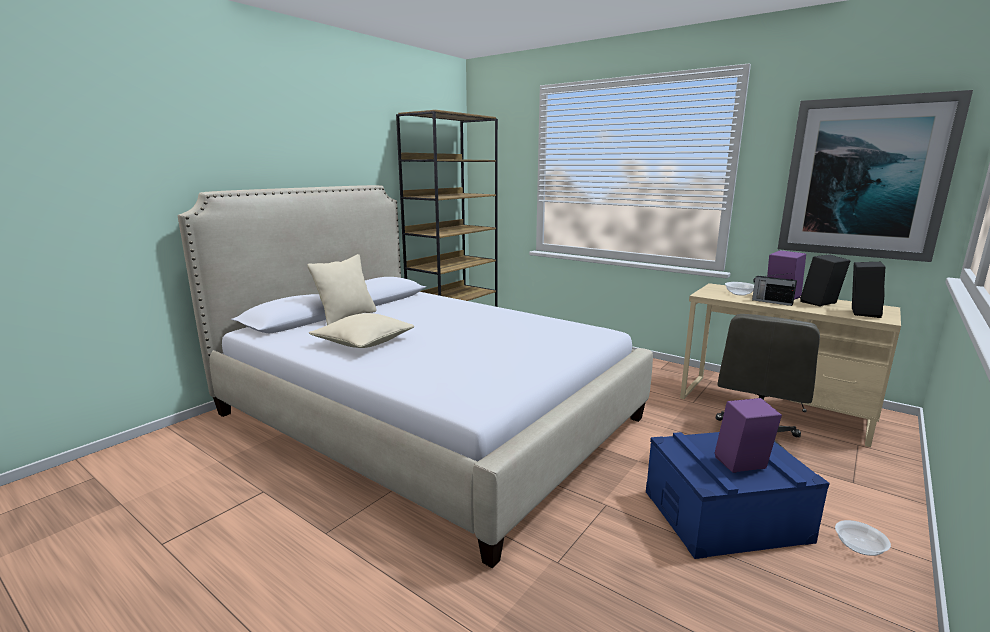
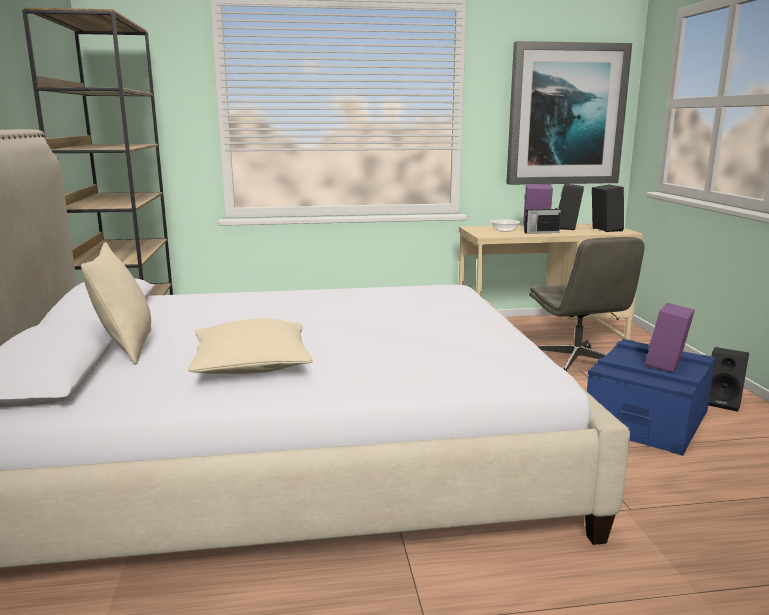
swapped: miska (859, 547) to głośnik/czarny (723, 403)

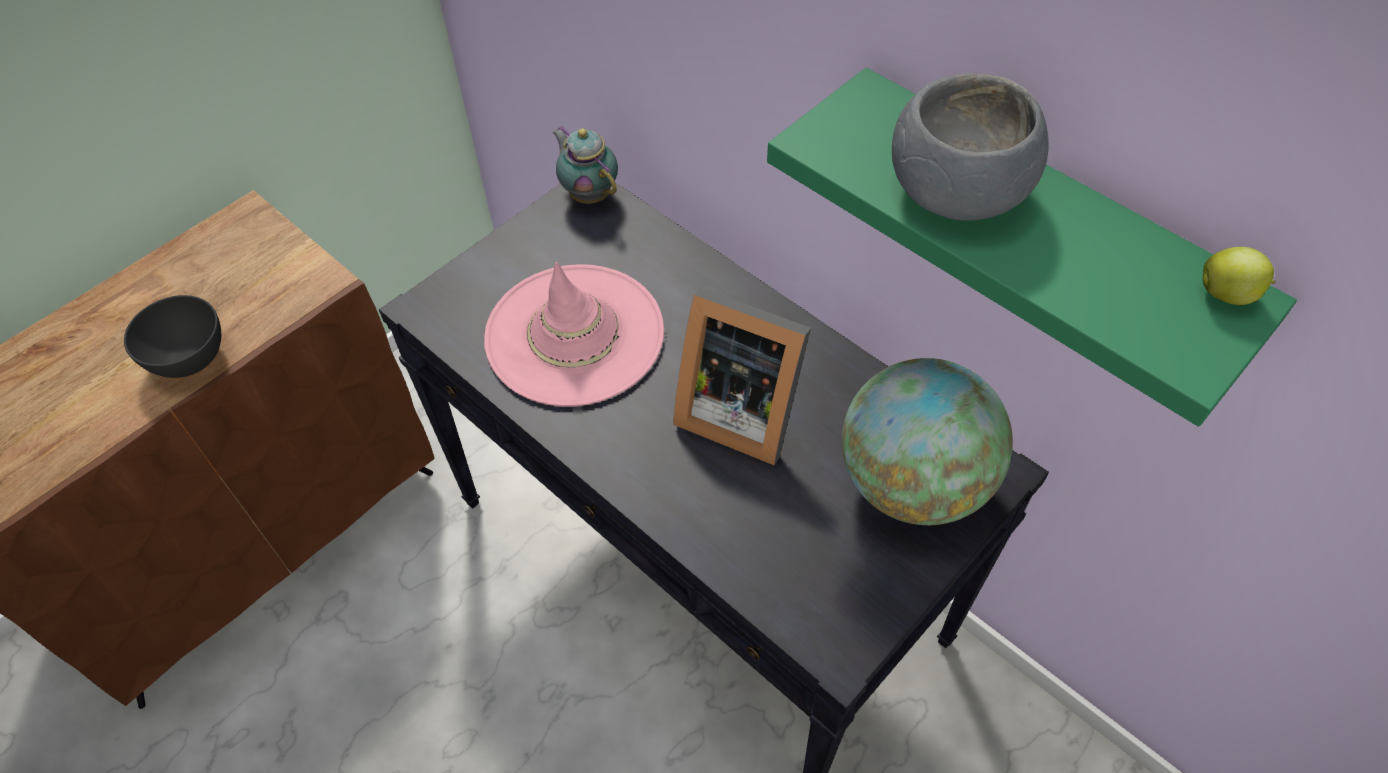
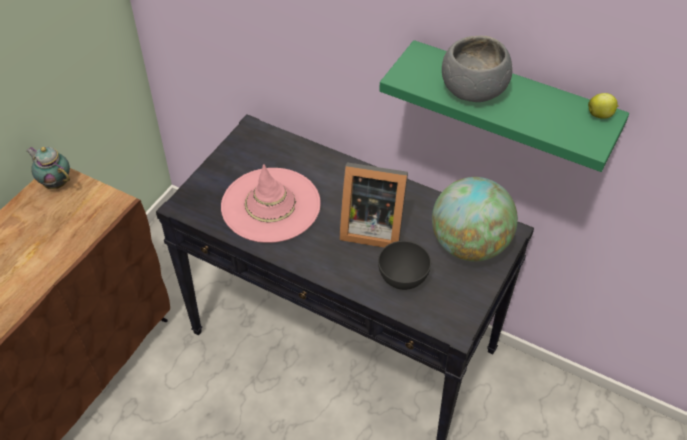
shifted: imbryk (589, 194) to (55, 183); miska/szary (190, 359) to (403, 278)

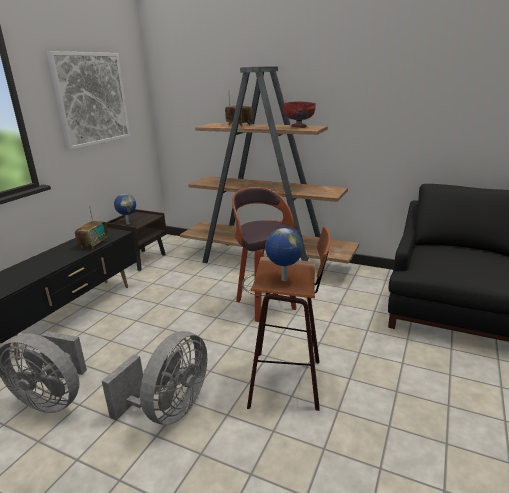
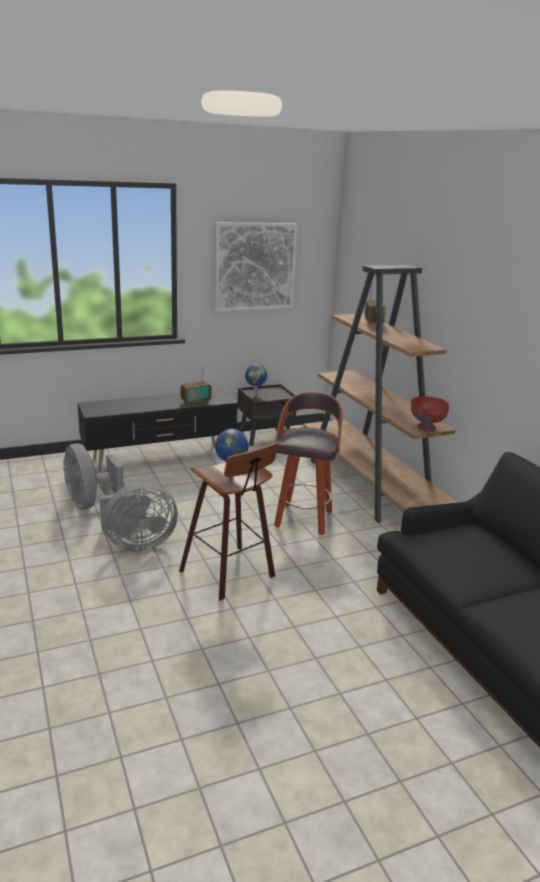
shifted: miska/czerwony (299, 127) to (426, 428)

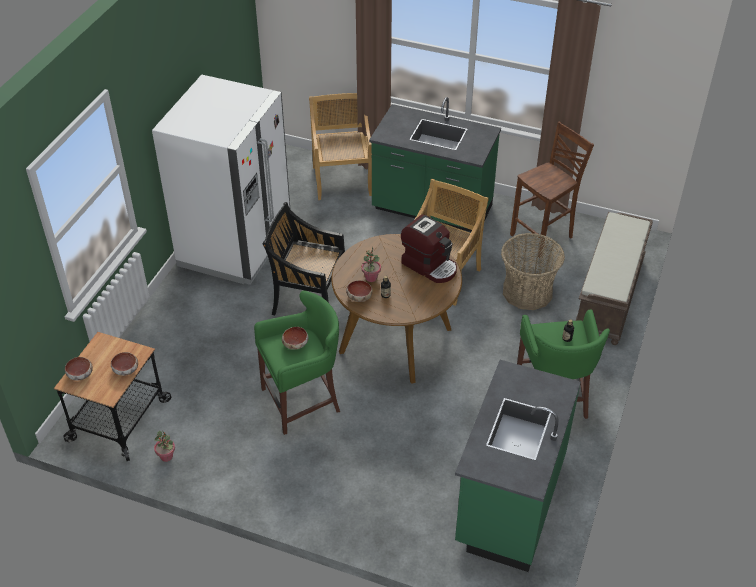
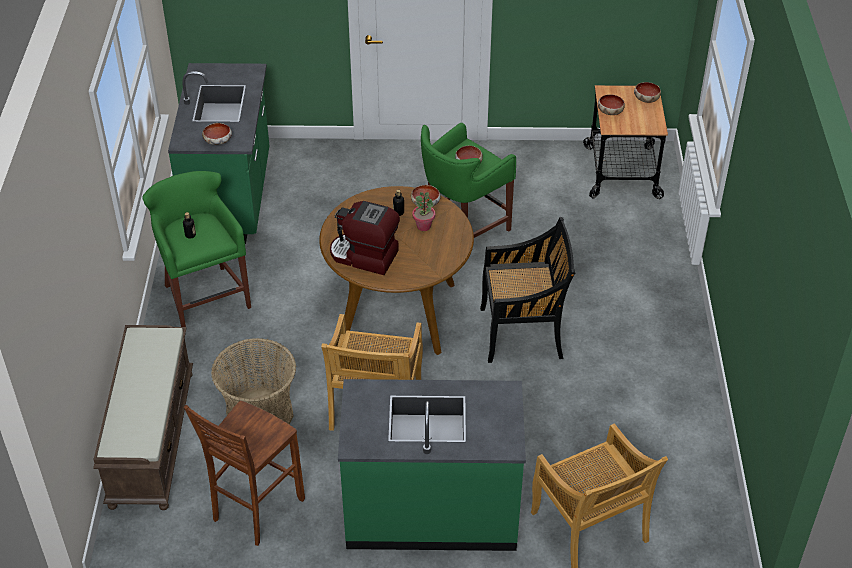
gone: lodówka/biały (235, 246); roślina doniczkowa (166, 456)
new: miska (218, 141)

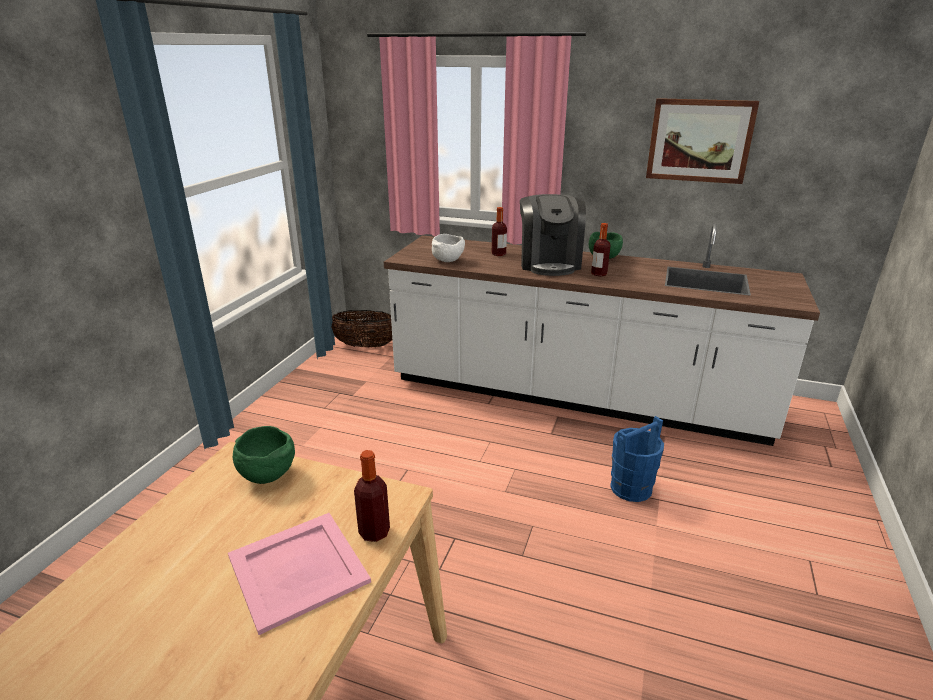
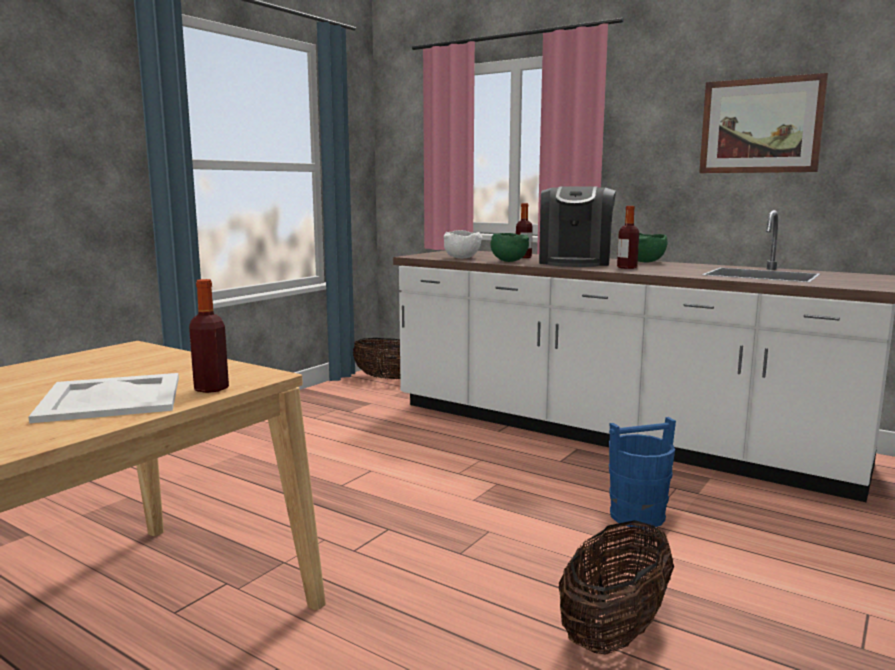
new: koszyk (614, 631)
shifted: miska/zielony (266, 474) to (508, 261)
repainted: taca/różowy (299, 569) to taca/biały (113, 398)

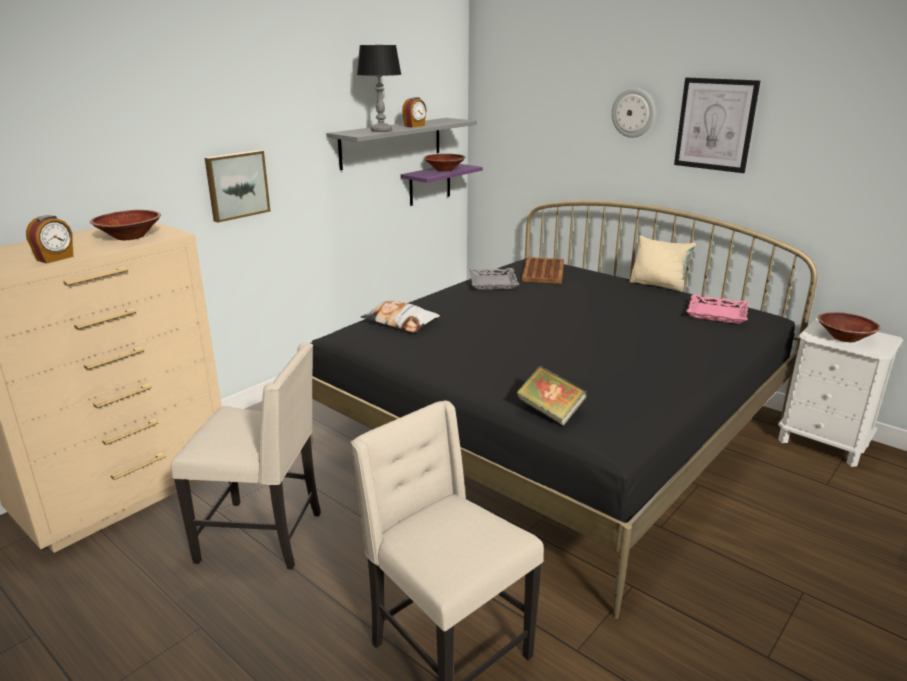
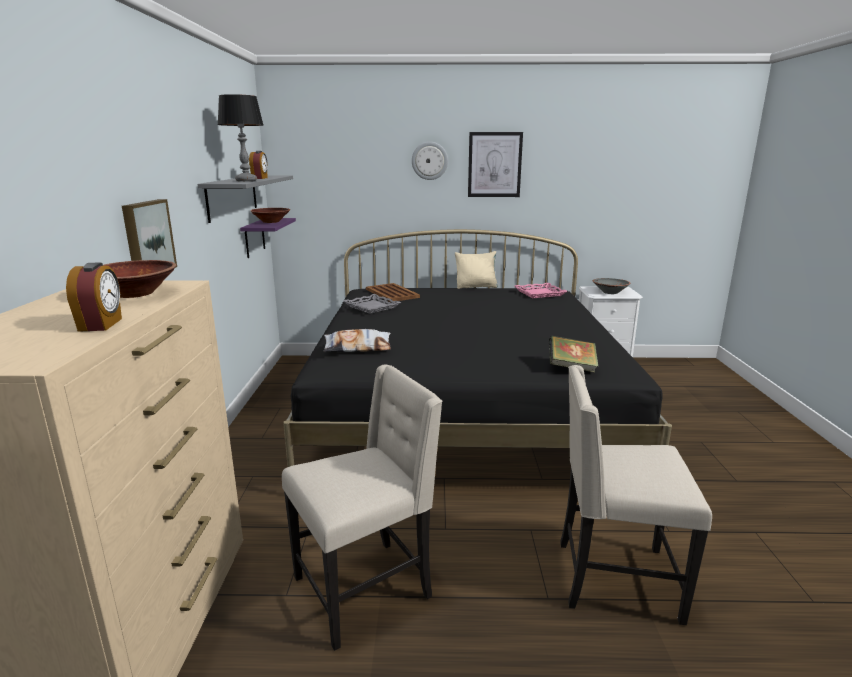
repainted: miska/brązowy (844, 338) to miska/szary (610, 292)

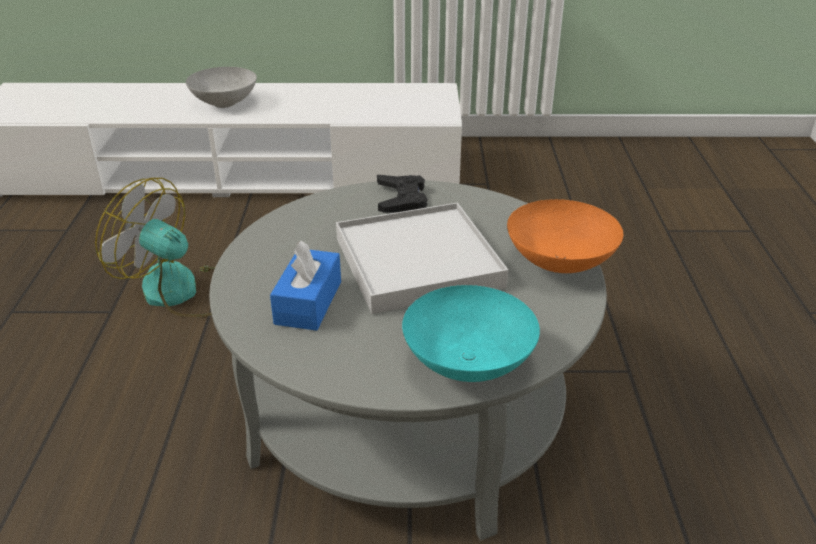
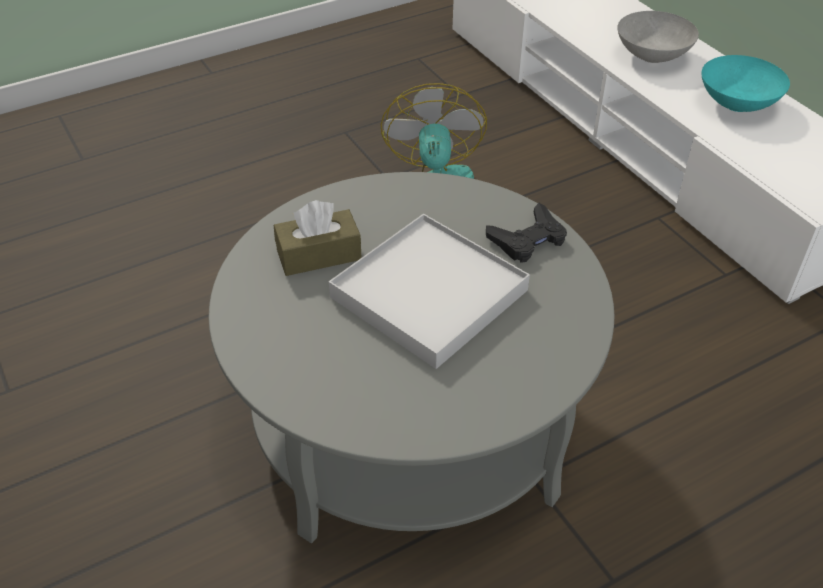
gone: miska/pomarańczowy (561, 264)
shifted: miska/turkusowy (468, 365) to (736, 105)
repainted: pudełko chusteczek/niebieski (308, 302) to pudełko chusteczek/brązowy (319, 255)

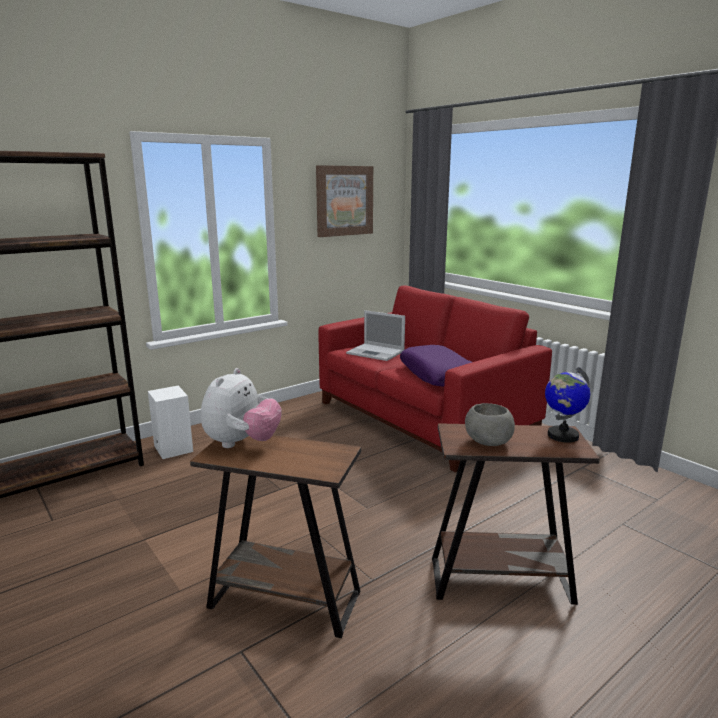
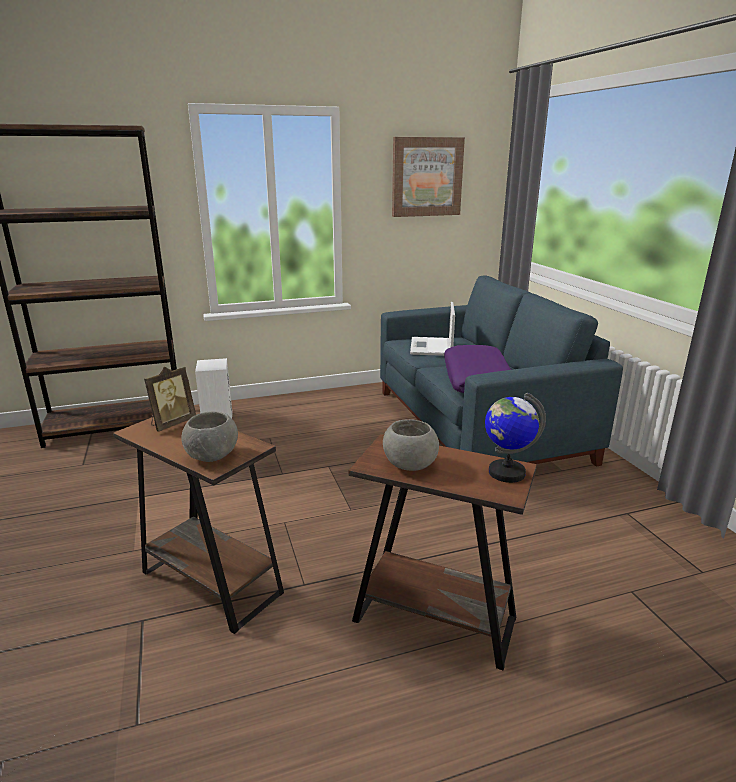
new: miska/szary (213, 456)
swapped: pluszak (242, 443) to ramka na zdjęcie (172, 423)
repainted: kanapa/czerwony (423, 418) to kanapa/niebieski (476, 425)
rotated: laptop (376, 352) = (431, 347) 45 degrees clockwise

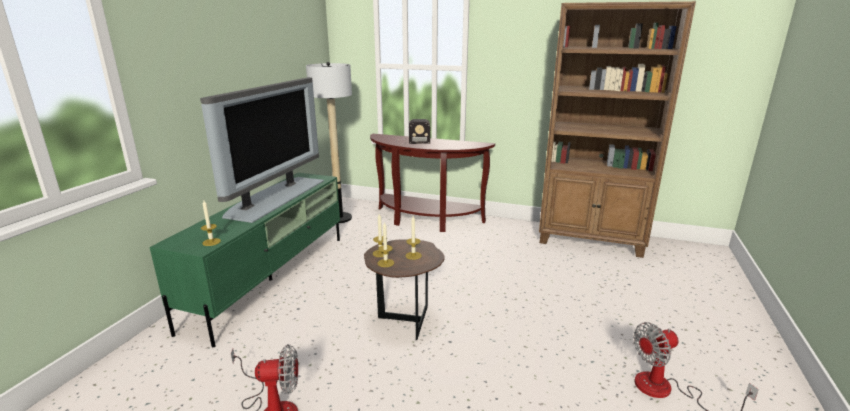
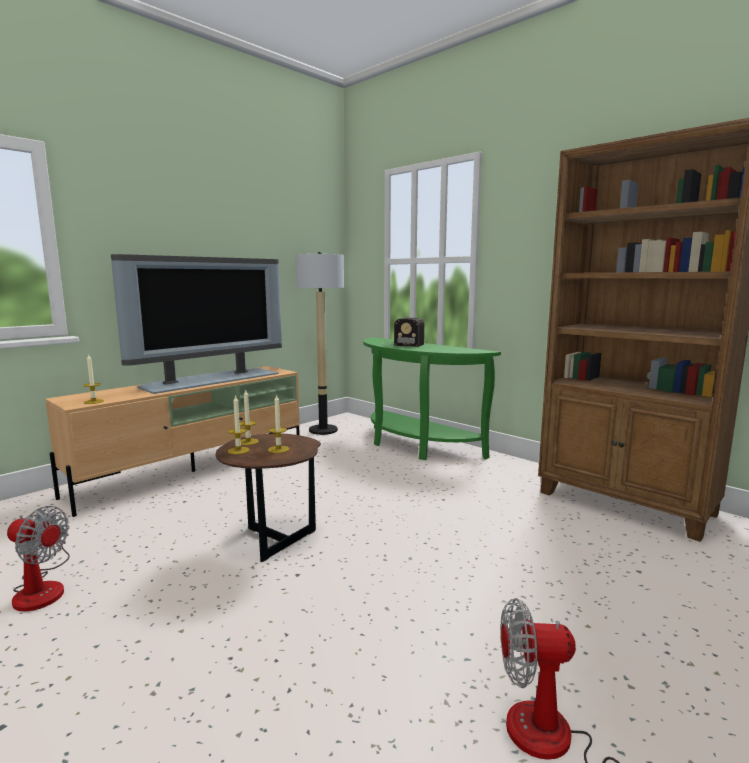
repainted: stolik konsolowy/brązowy (425, 220) to stolik konsolowy/zielony (414, 445); szafka pod telewizor/zielony (272, 279) to szafka pod telewizor/beżowy (195, 470)

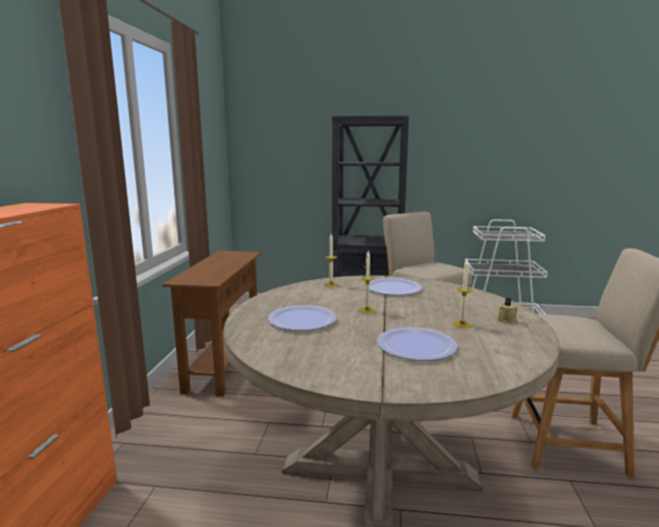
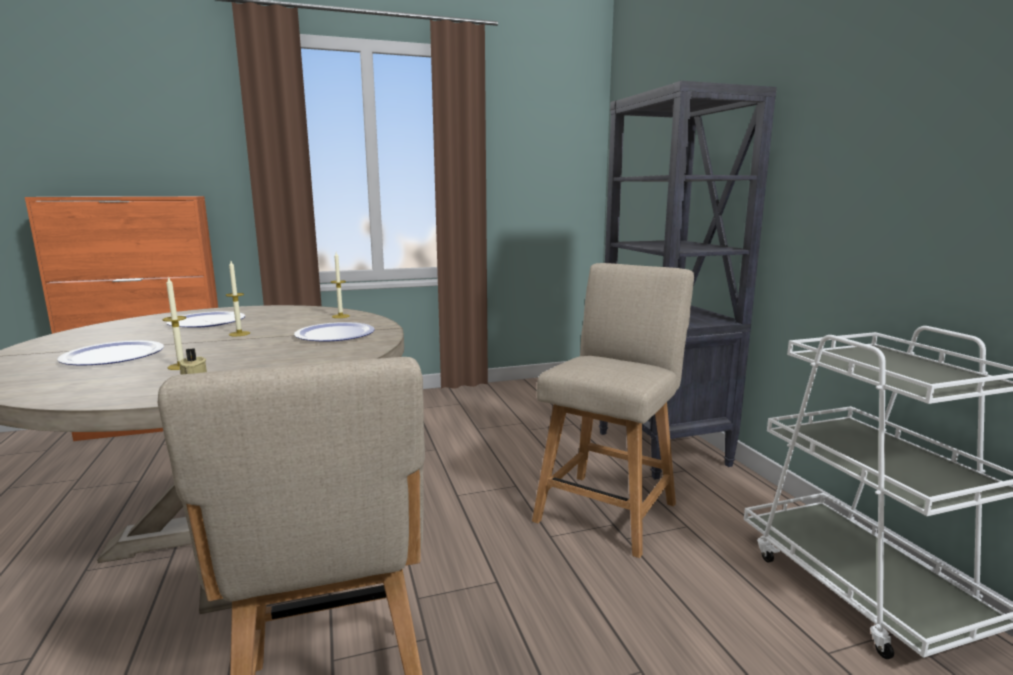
gone: stolik konsolowy/brązowy (224, 365)

